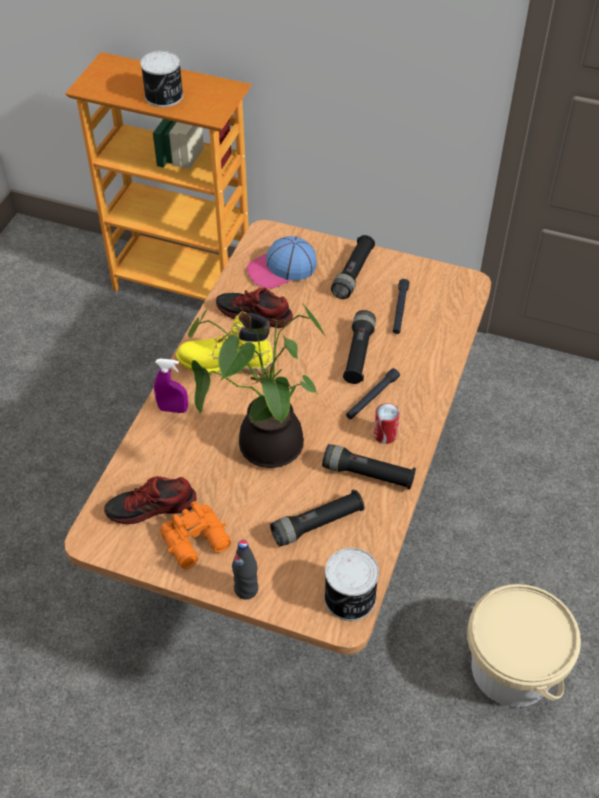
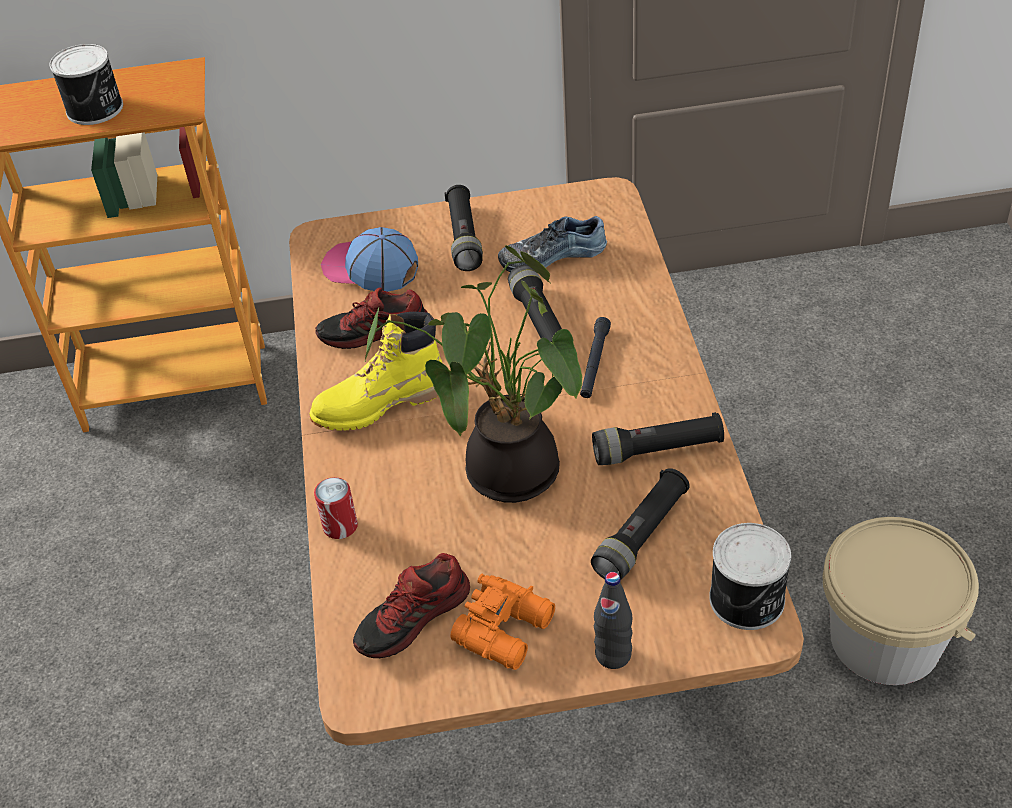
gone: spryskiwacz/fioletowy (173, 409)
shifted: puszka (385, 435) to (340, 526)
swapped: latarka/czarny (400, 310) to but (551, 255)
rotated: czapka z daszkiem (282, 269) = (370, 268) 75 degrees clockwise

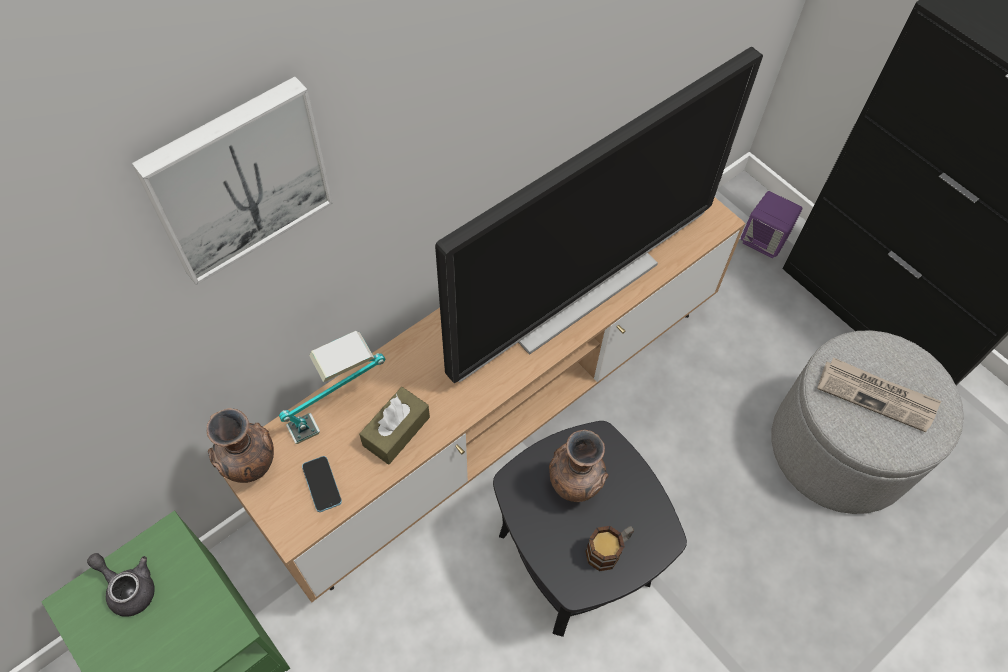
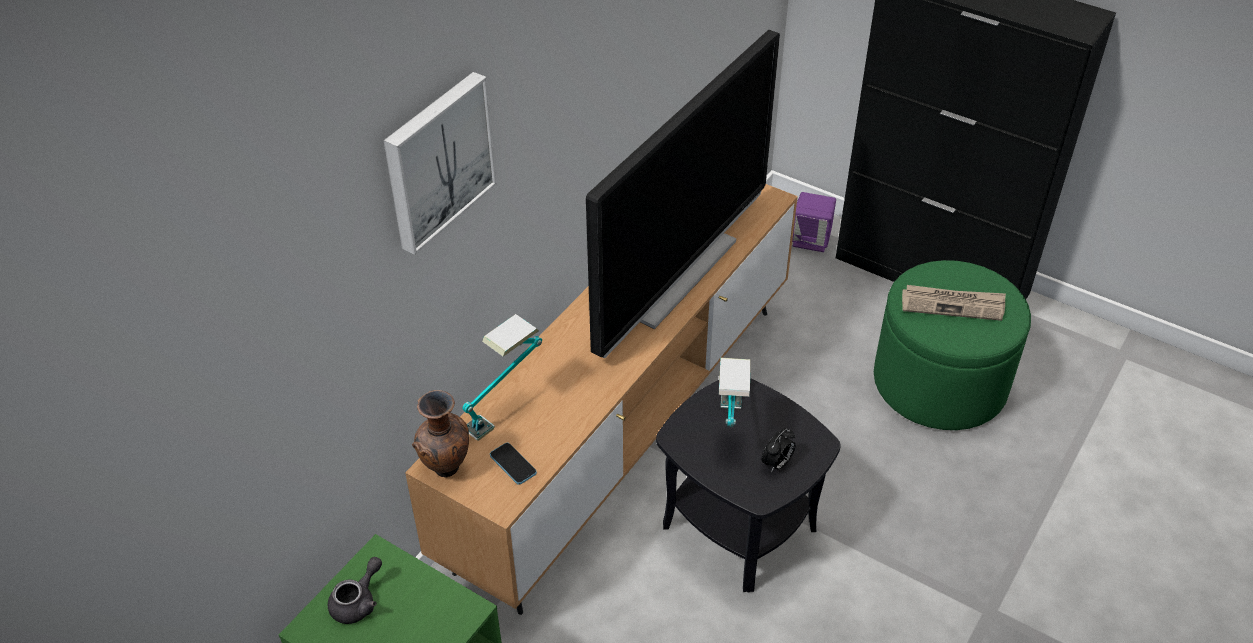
gone: pudełko chusteczek/brązowy (396, 431)
swapped: wazon/brązowy (574, 488) to lampa stołowa (729, 427); kubek (608, 550) to budzik (777, 464)
repainted: pufa/szary (840, 448) to pufa/zielony (939, 383)
rotated: imbryk/szary (128, 587) = (358, 602) 105 degrees clockwise

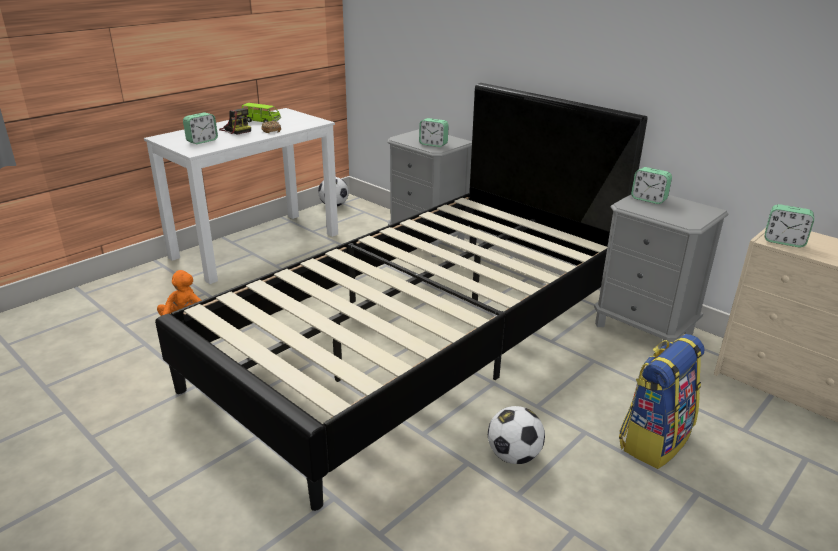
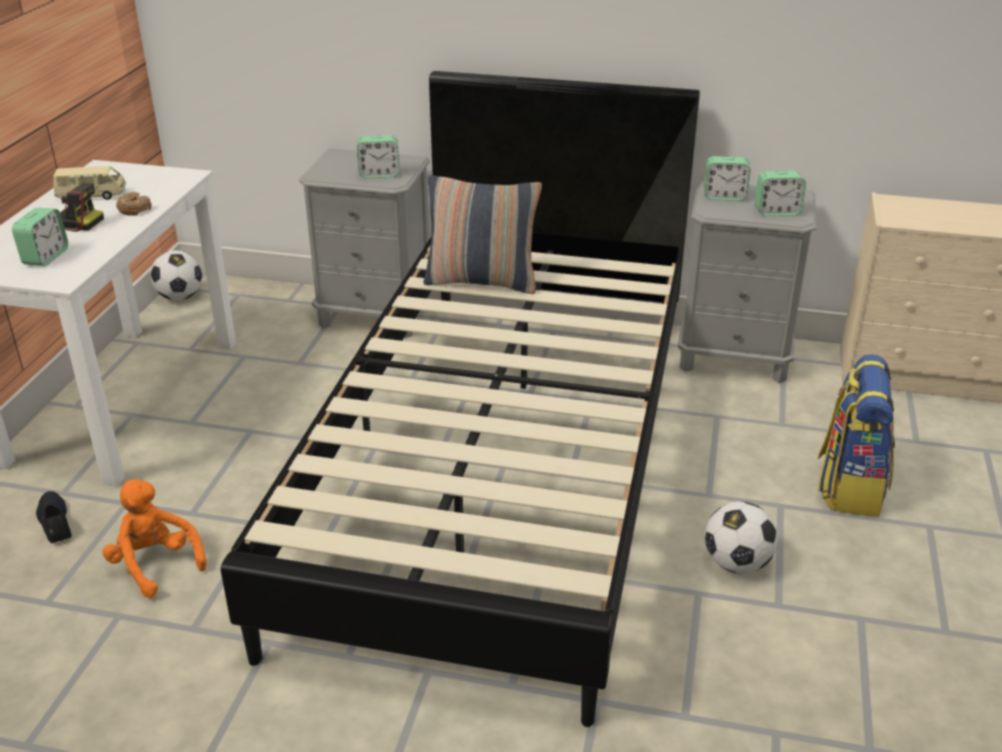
new: poduszka (482, 281); but/czarny (55, 522)
shifted: budzik (784, 241) to (777, 212)
repainted: samochodzik/zielony (261, 121) to samochodzik/beżowy (92, 196)

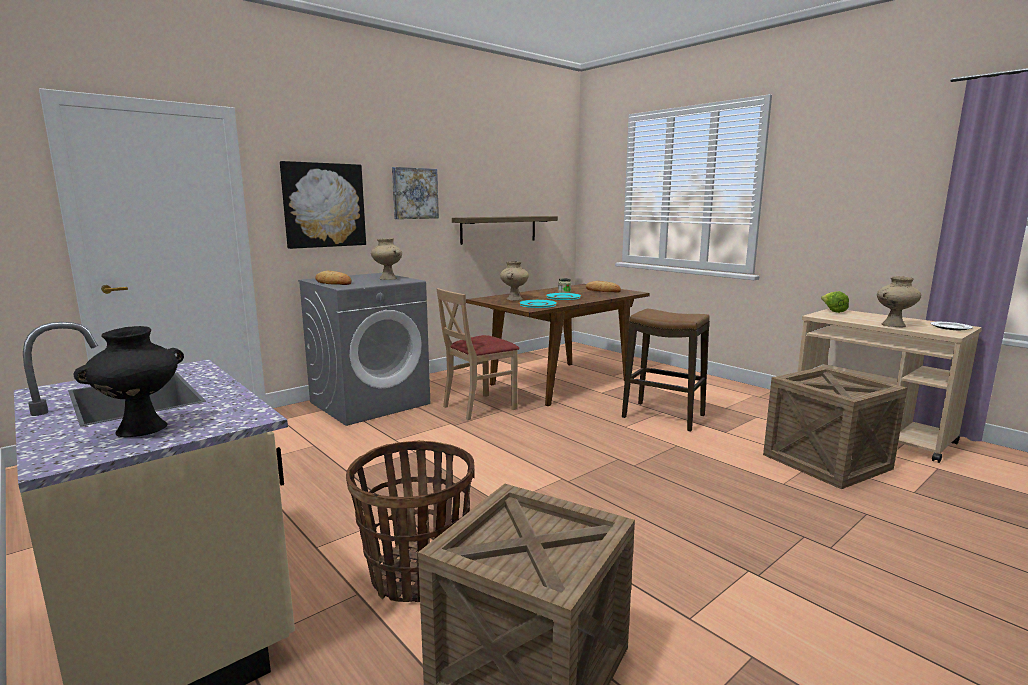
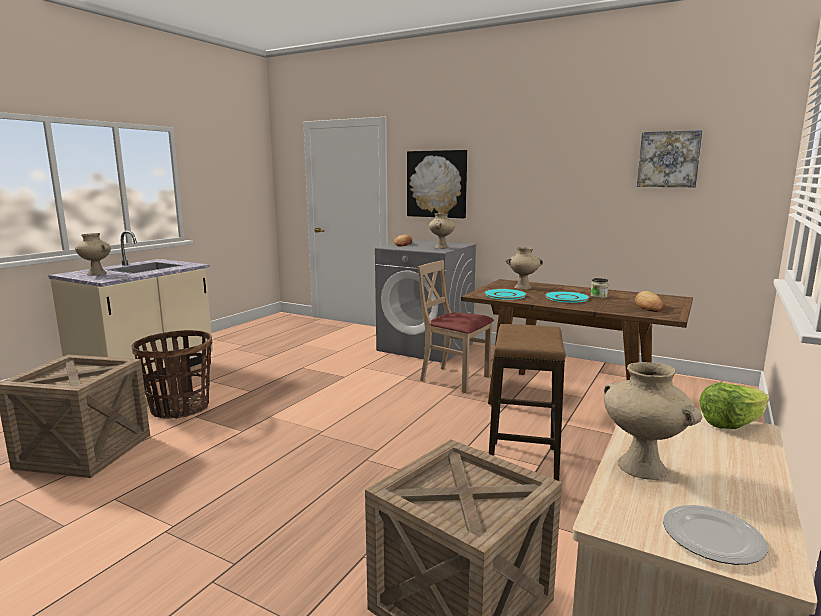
gone: półka (499, 229)
shifted: obraz (414, 193) to (668, 159)
repainted: wazon/czarny (141, 429) to wazon/beżowy (96, 274)

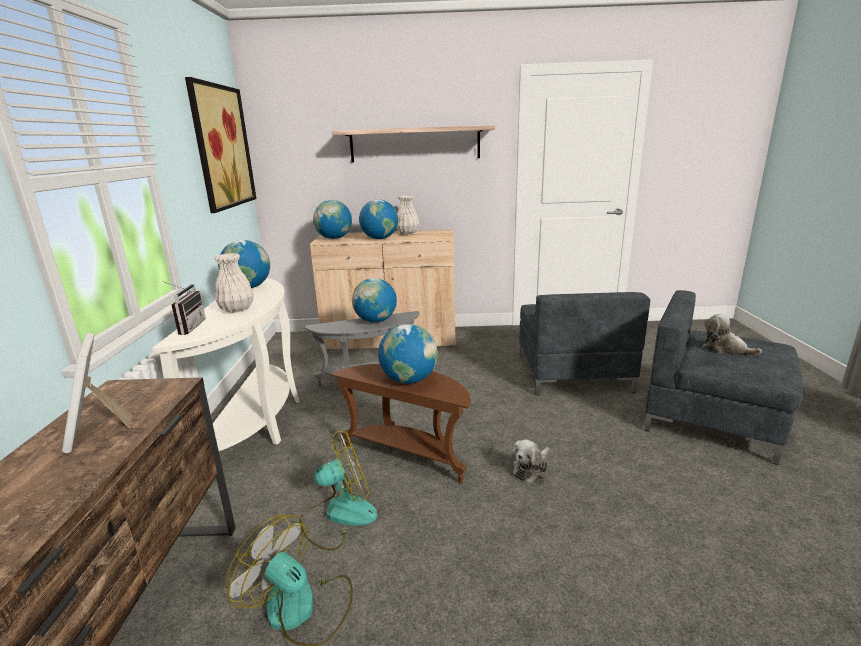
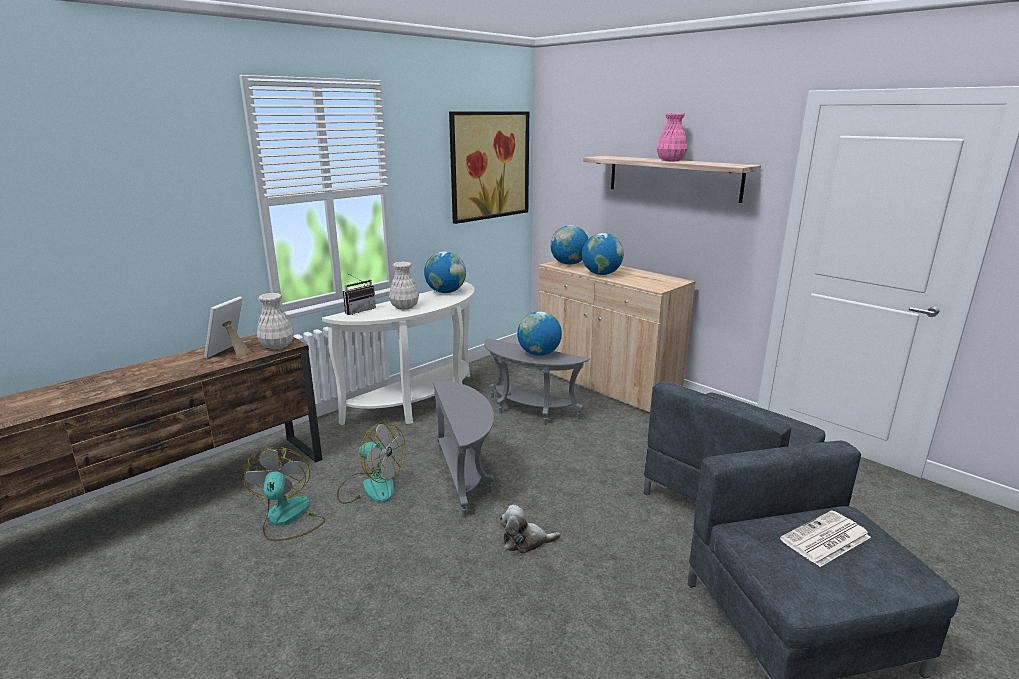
gone: globus (409, 380)
new: wazon/różowy (670, 160)
shifted: wazon/biały (407, 233) to (276, 346)
swapped: pluszak (725, 349) to gazeta (825, 539)
repainted: stolik/brązowy (409, 455) to stolik/szary (465, 477)

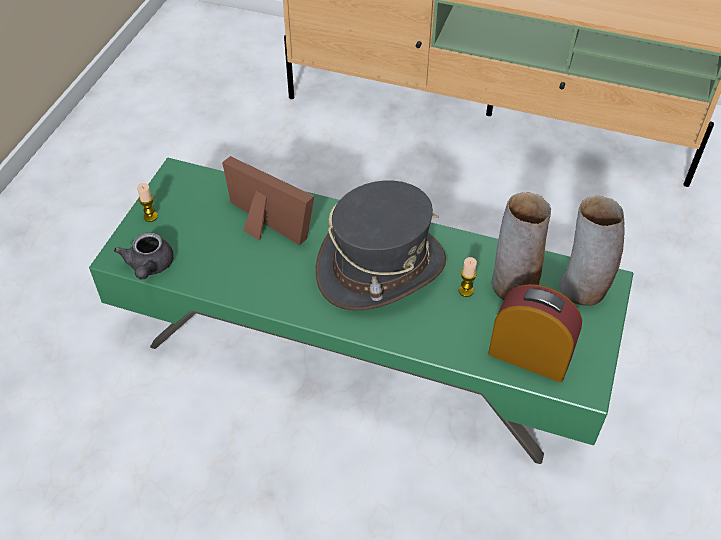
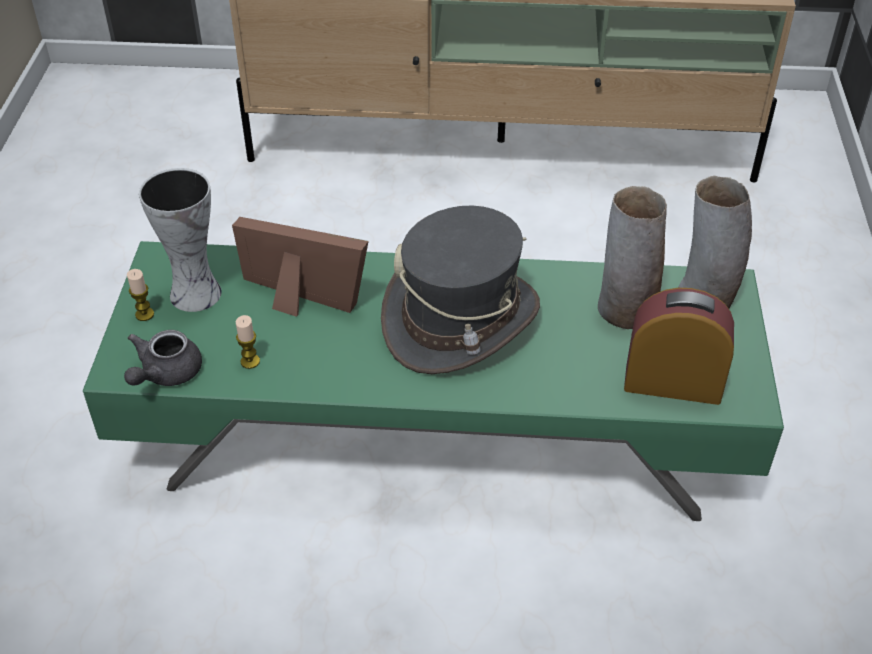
new: wazon (193, 293)
shifted: świeca (466, 291) to (250, 361)
rotated: imbryk/szary (149, 267) = (165, 374) 45 degrees clockwise

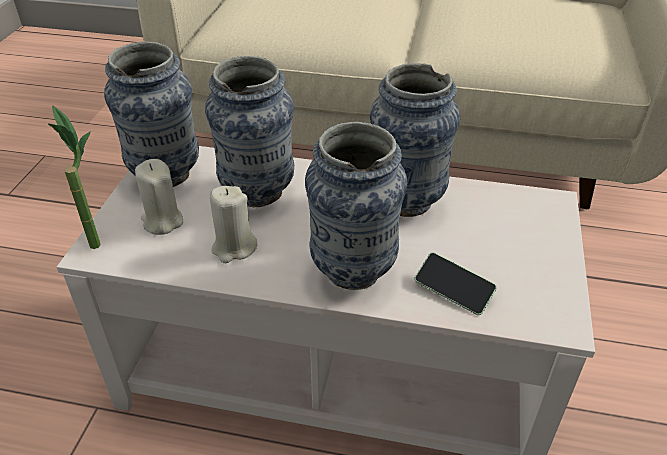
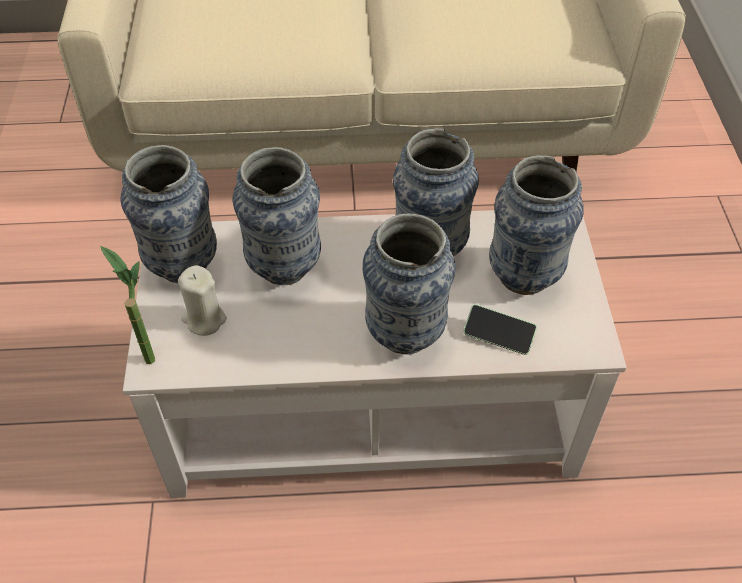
gone: świeca/beżowy (234, 248)
new: wazon (524, 276)

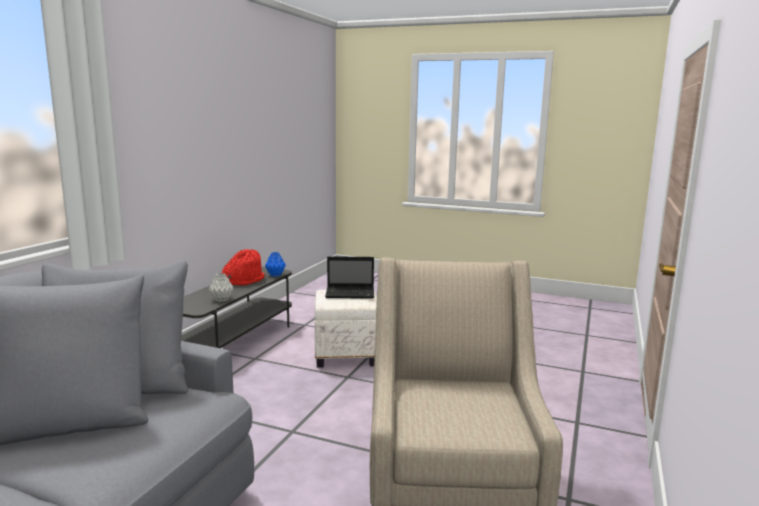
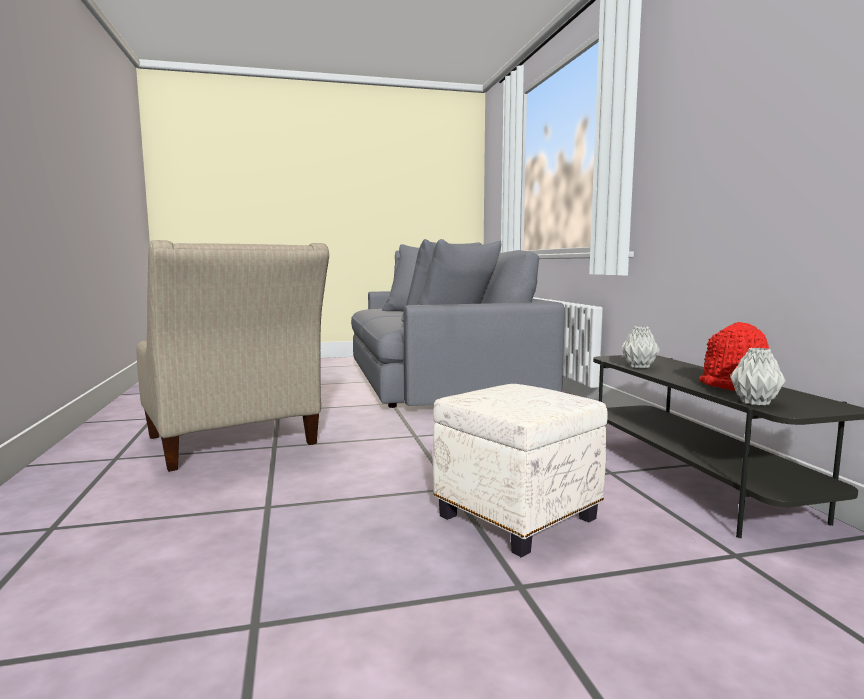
gone: laptop (351, 293)
repainted: wazon/niebieski (275, 275) to wazon/szary (755, 402)

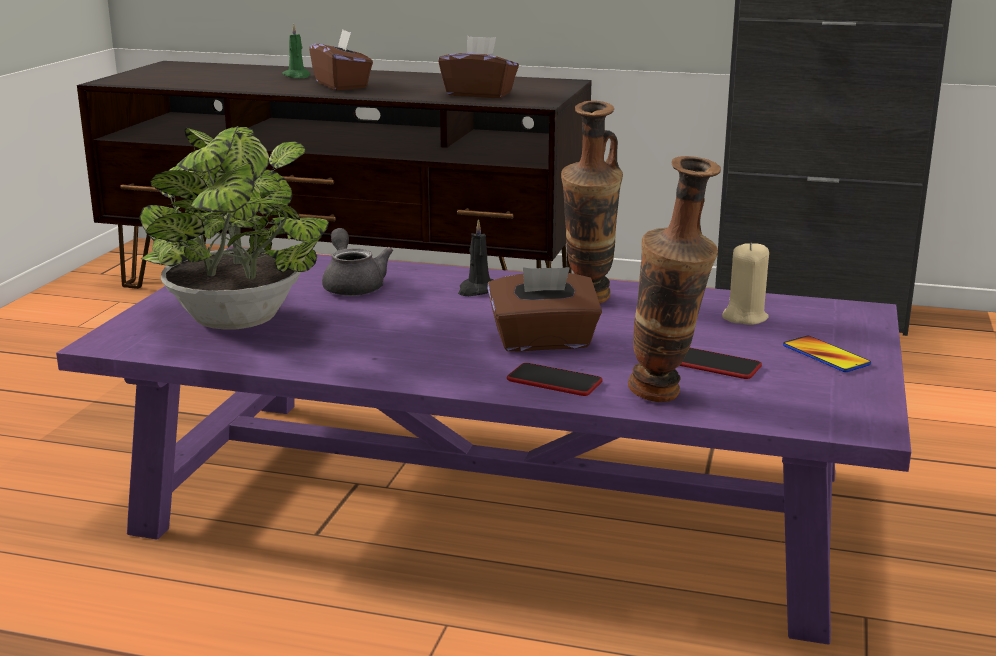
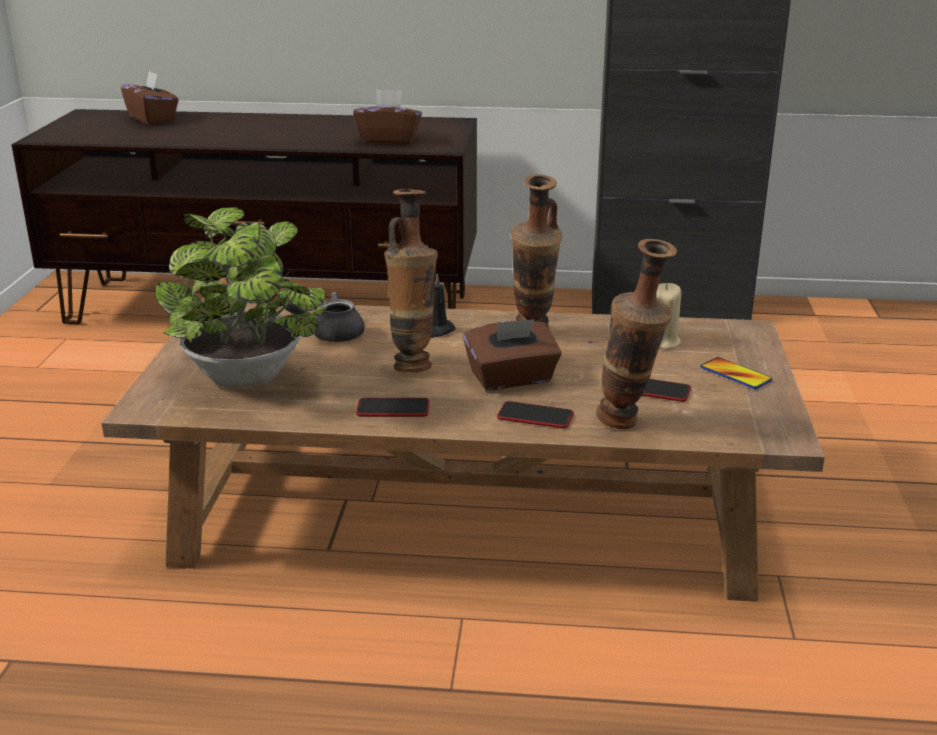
gone: świeca/zielony (297, 76)
new: wazon (413, 364); telefon (393, 409)
shifted: pudełko chusteczek/brązowy (342, 85) to (153, 119)
repainted: ława/fioletowy (494, 504) to ława/brązowy (466, 508)
rotated: imbryk/szary (353, 286) = (329, 334) 60 degrees counterclockwise

